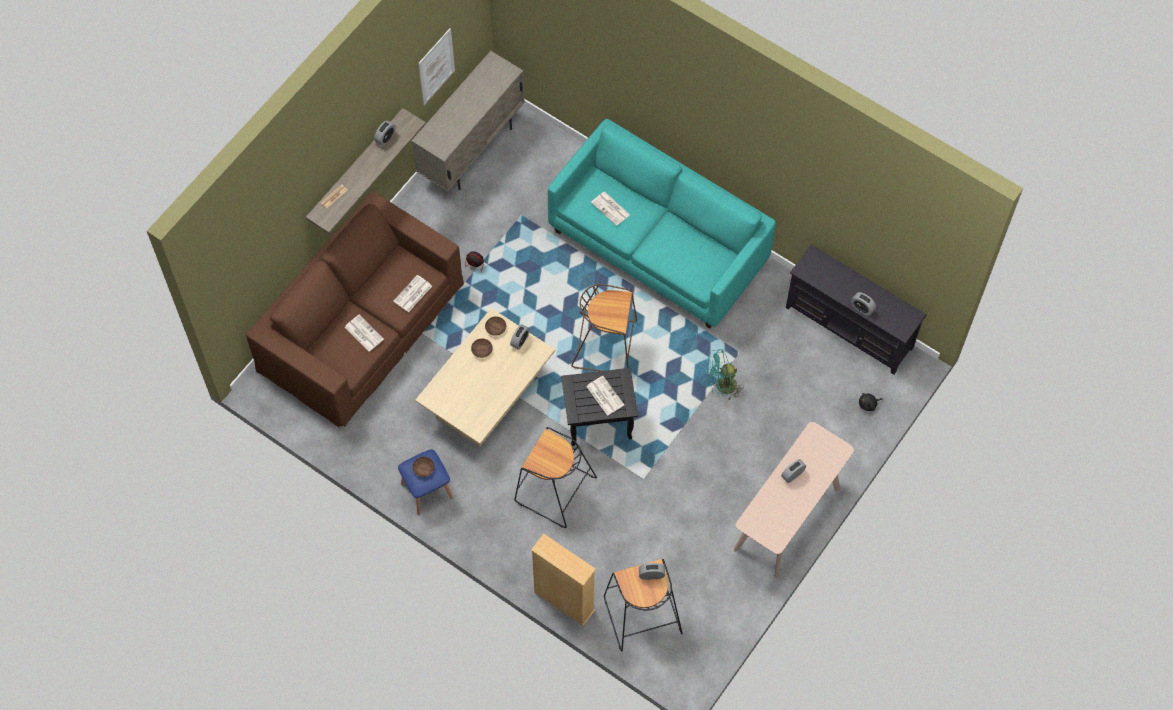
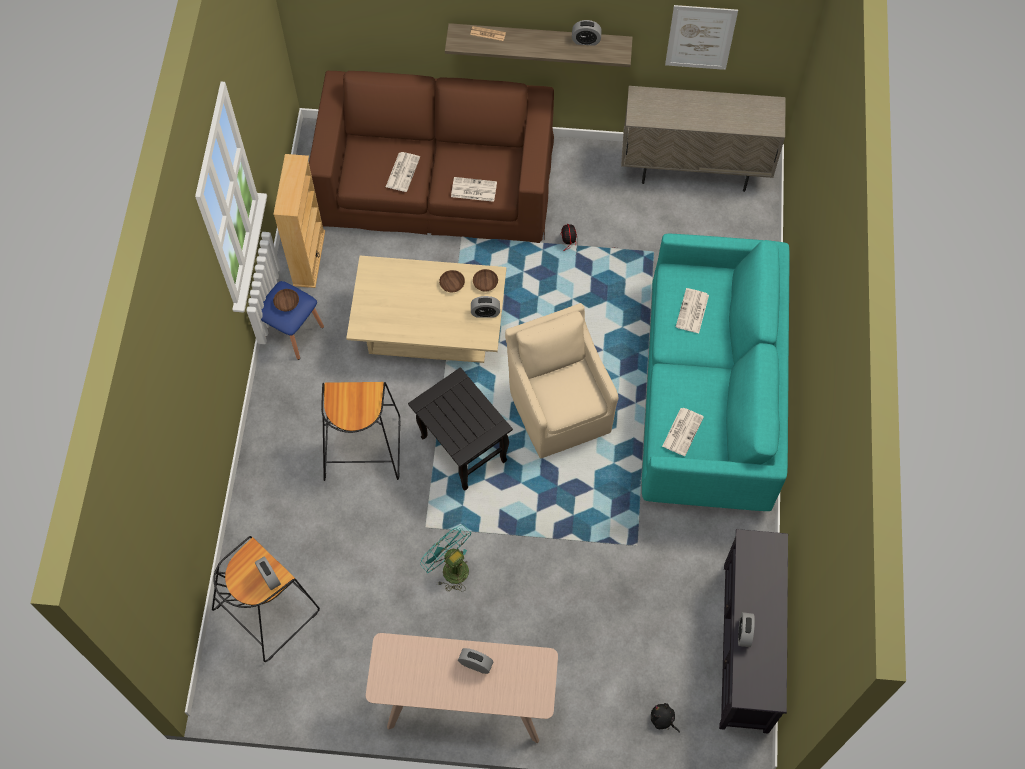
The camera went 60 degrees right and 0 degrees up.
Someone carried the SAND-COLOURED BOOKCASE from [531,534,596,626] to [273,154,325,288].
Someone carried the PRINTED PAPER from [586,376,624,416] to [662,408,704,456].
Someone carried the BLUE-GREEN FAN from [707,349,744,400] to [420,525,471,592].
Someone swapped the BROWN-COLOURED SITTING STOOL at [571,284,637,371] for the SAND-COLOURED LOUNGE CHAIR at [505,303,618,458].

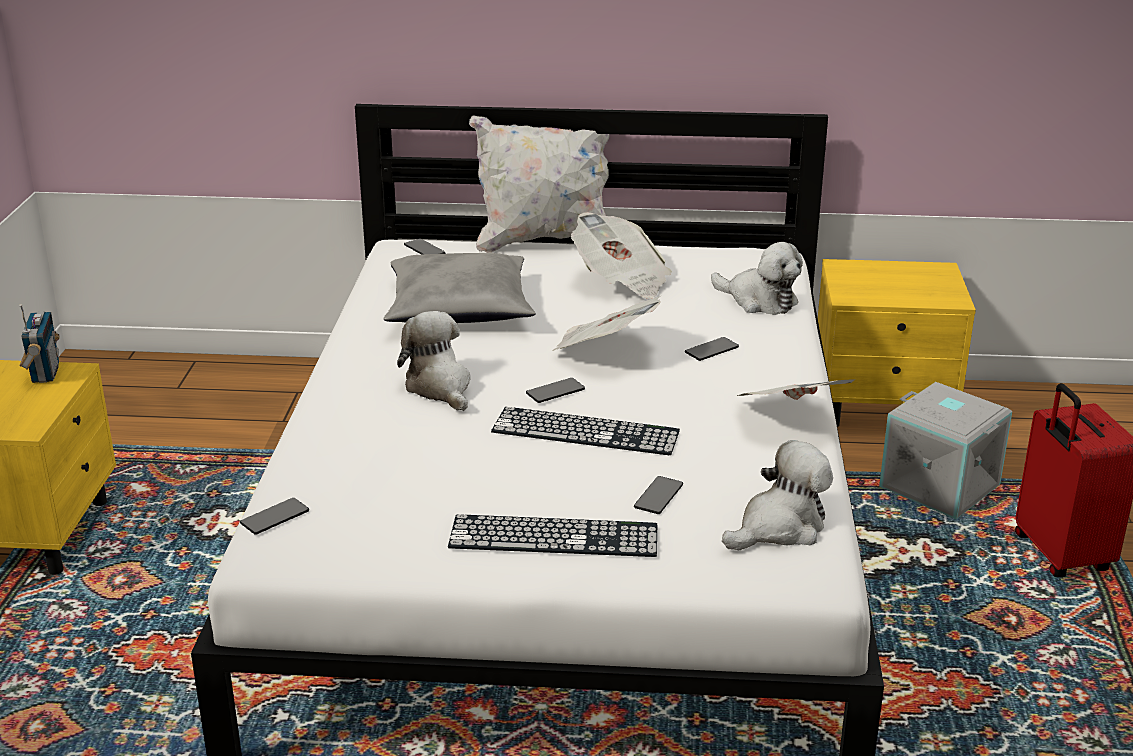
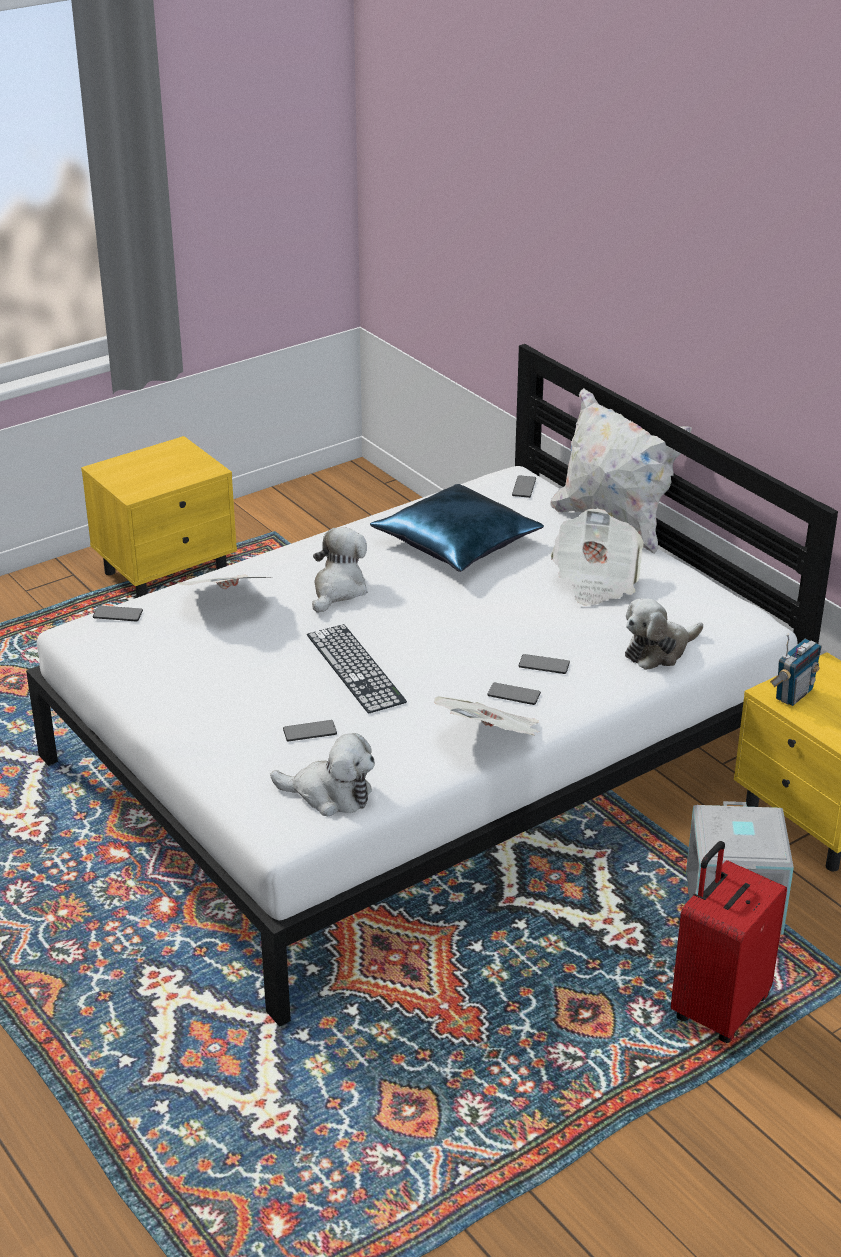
The camera went 50 degrees right and 5 degrees up.
Someone took away the PC KEYBOARD at [448,514,657,557].
Someone carried the RADIO from [19,304,60,383] to [770,634,821,706].
Someone carried the PHONE from [526,378,585,403] to [487,683,541,705].
Someone carried the PRINTED PAPER from [552,296,661,351] to [177,575,272,589].
Someone repainted the GRAY THROW PILLOW at [384,253,536,323], which became the BLUE-COLOURED THROW PILLOW at [370,484,544,572].
Someone rotated the PLUSH TOY at [711,242,803,315] by 60 degrees clockwise.

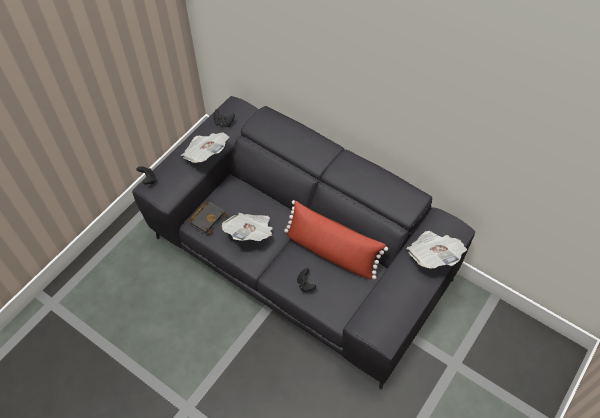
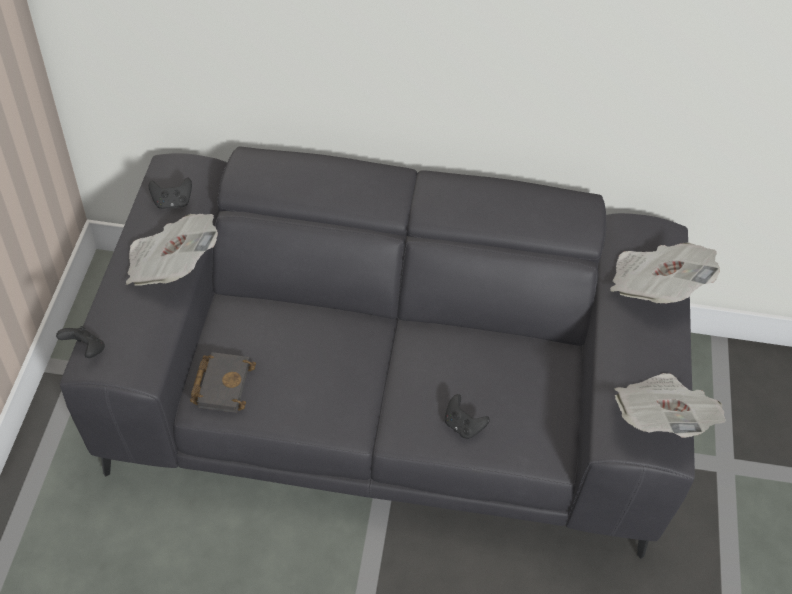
The camera went 30 degrees left and 5 degrees down.
Someone took away the REDDISH THROW PILLOW at [284,200,388,279].
Someone carried the PRINTED PAPER from [222,213,273,241] to [614,373,726,438].

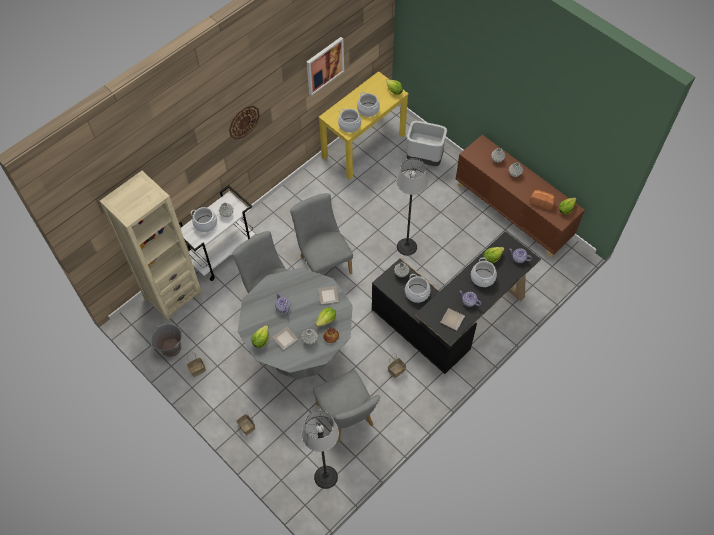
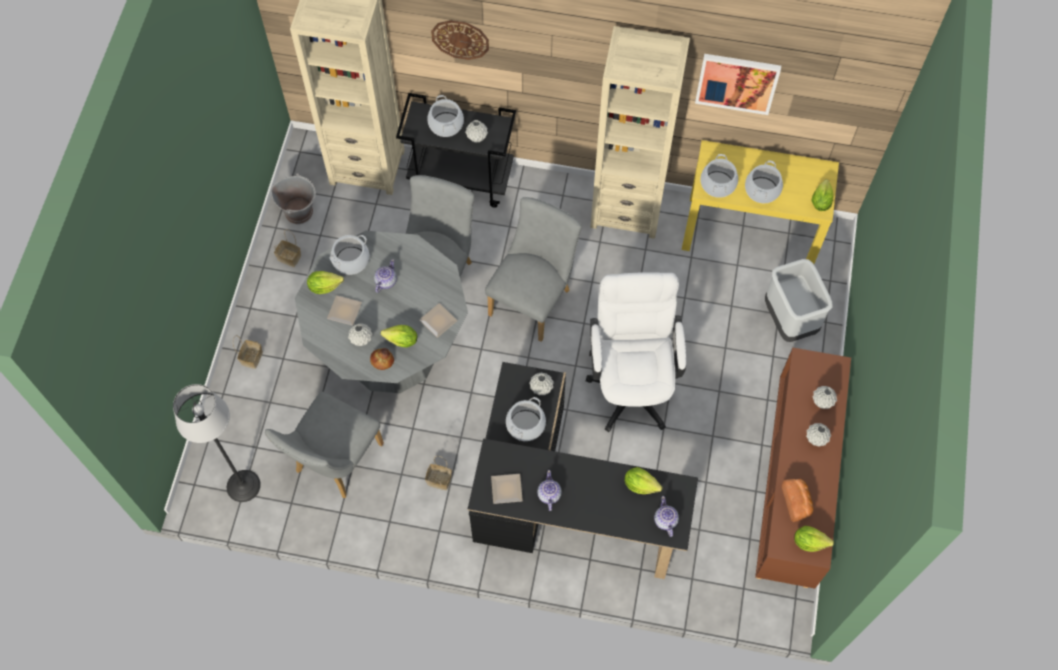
The camera went 55 degrees right and 5 degrees up.
Someone put down the SAND-COLOURED BOOKCASE at [590,26,690,239].
Someone carried the CLOCK ON THE WALL from [229,106,260,139] to [431,20,489,60].
Someone carried the STOCKPOT from [471,258,497,287] to [330,235,369,275].
Someone swapped the STANDARD LAMP at [396,158,428,256] for the WHITISH DESK CHAIR at [586,272,686,432].
Someone repainted the WHITISH WHEELED CART at [179,185,255,281], which became the BLACK-COLOURED WHEELED CART at [396,93,516,208].

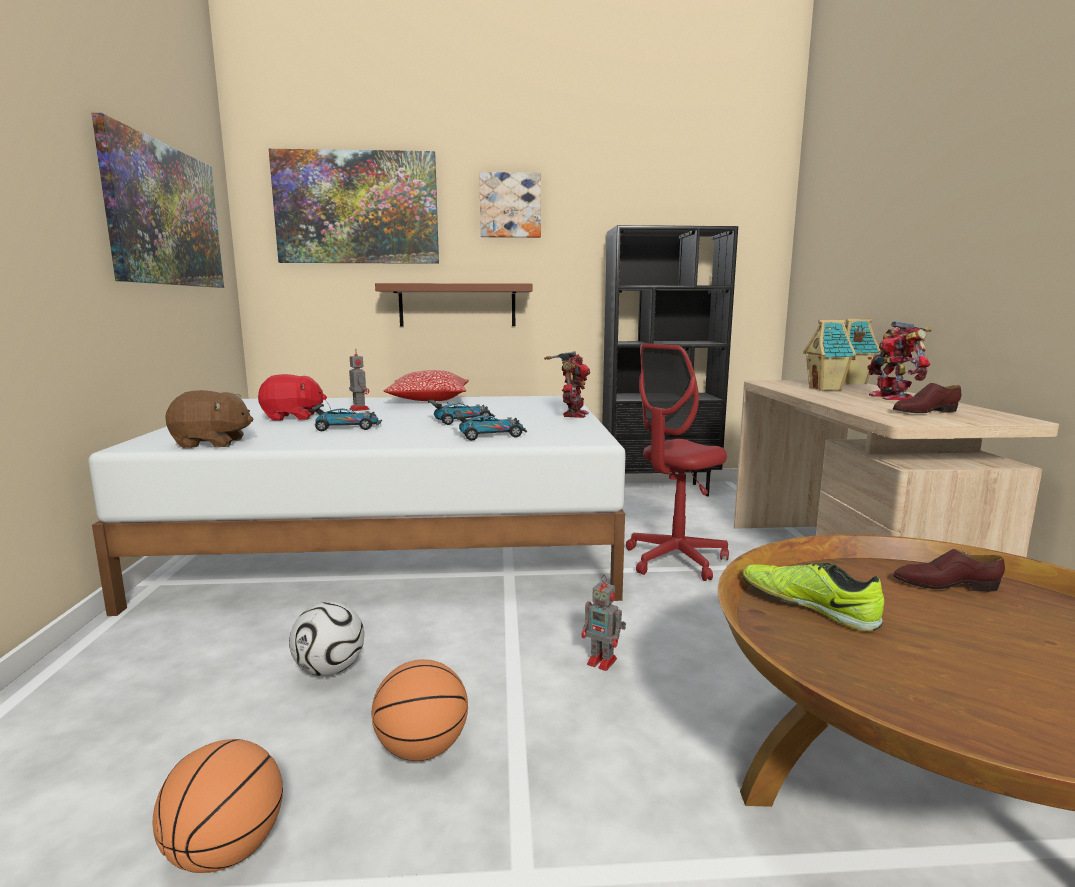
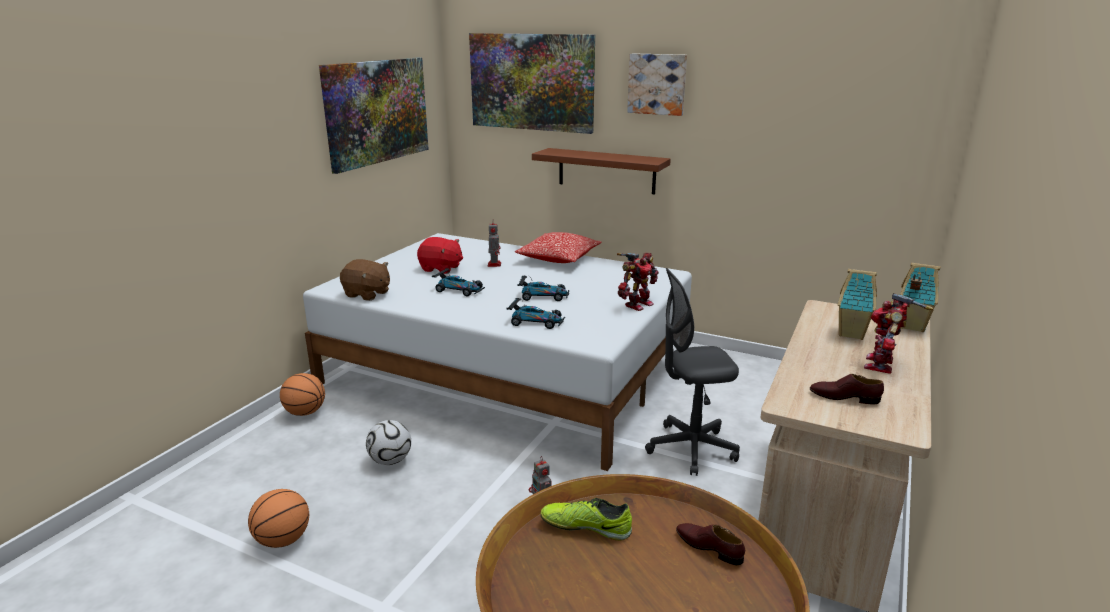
The camera went 30 degrees right and 10 degrees up.
Someone took away the BLACK-COLOURED BOOKCASE at [602,225,738,496].
Someone carried the BASKETBALL from [372,659,468,761] to [280,373,325,416].
Someone repainted the REDDISH DESK CHAIR at [626,343,729,581], which became the GRAY DESK CHAIR at [645,268,740,476].
Someone rotated the ITEM OF FOOTWEAR at [742,563,884,631] by 60 degrees counterclockwise.

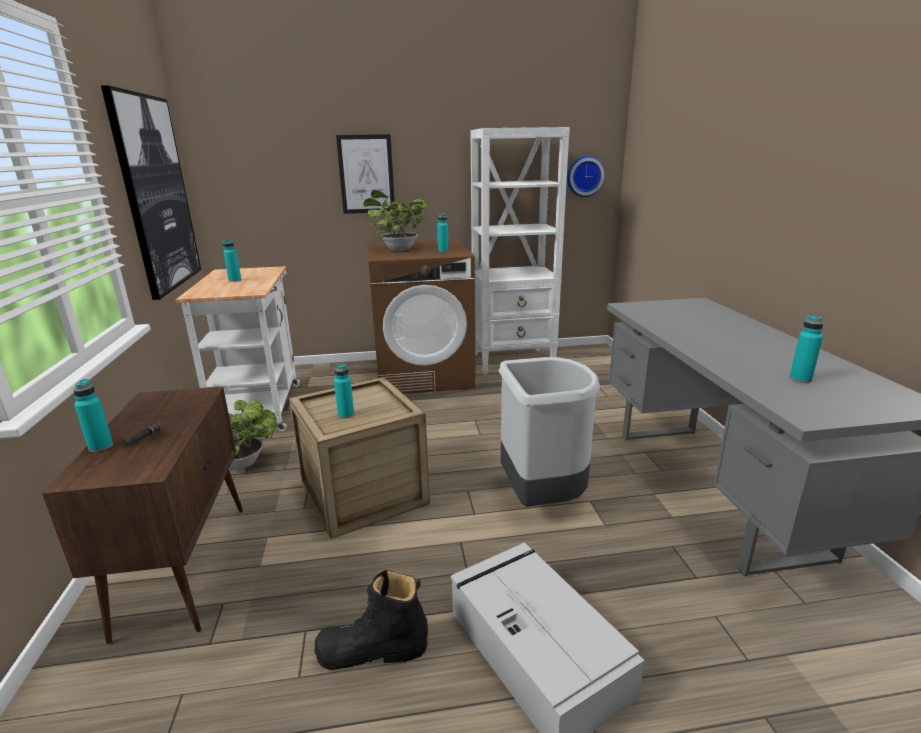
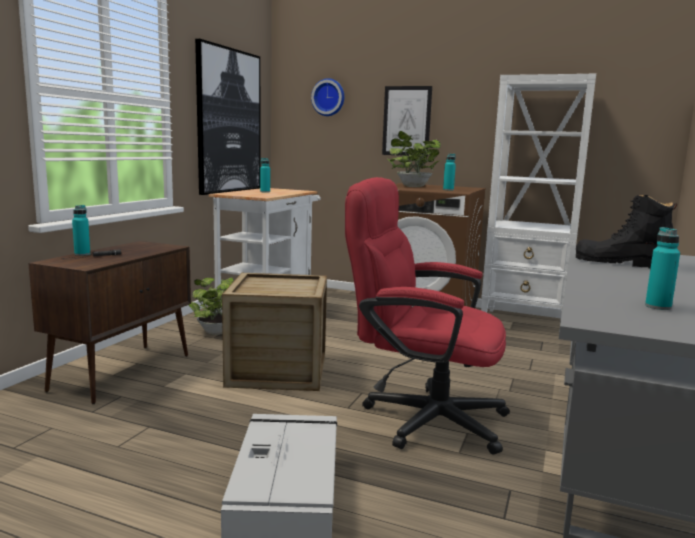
The camera went 30 degrees right and 10 degrees down.
Someone took away the BLUE-GREEN DRINK BOTTLE at [334,364,354,419].
Someone carried the BLACK-COLOURED HIGH-TOP BOOT from [314,570,428,670] to [576,195,677,268].
Someone carried the CLOCK ON THE WALL from [567,156,605,197] to [311,78,344,116].
Someone swapped the GRAY RUBBISH BIN at [499,357,600,507] for the REDDISH DESK CHAIR at [345,177,510,455].

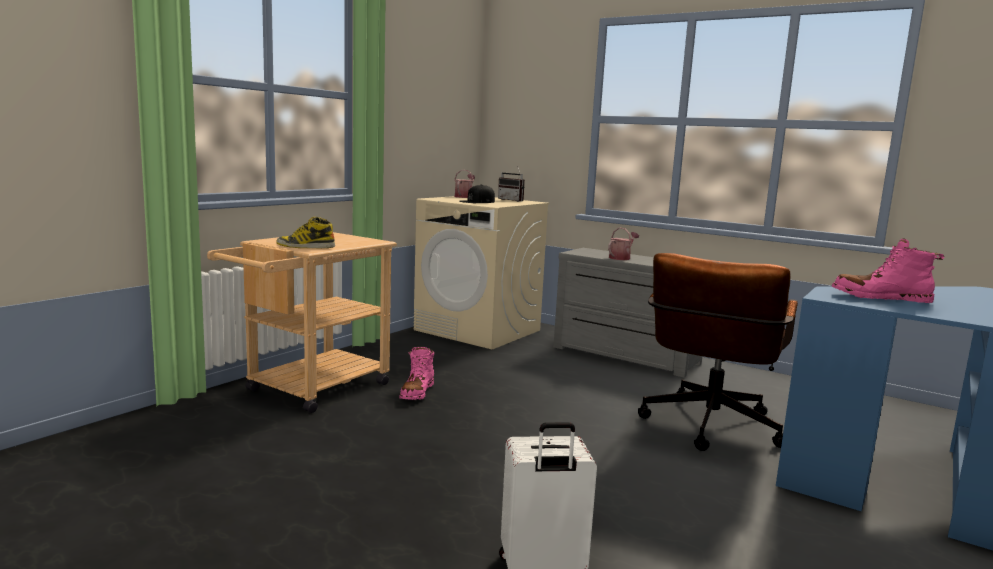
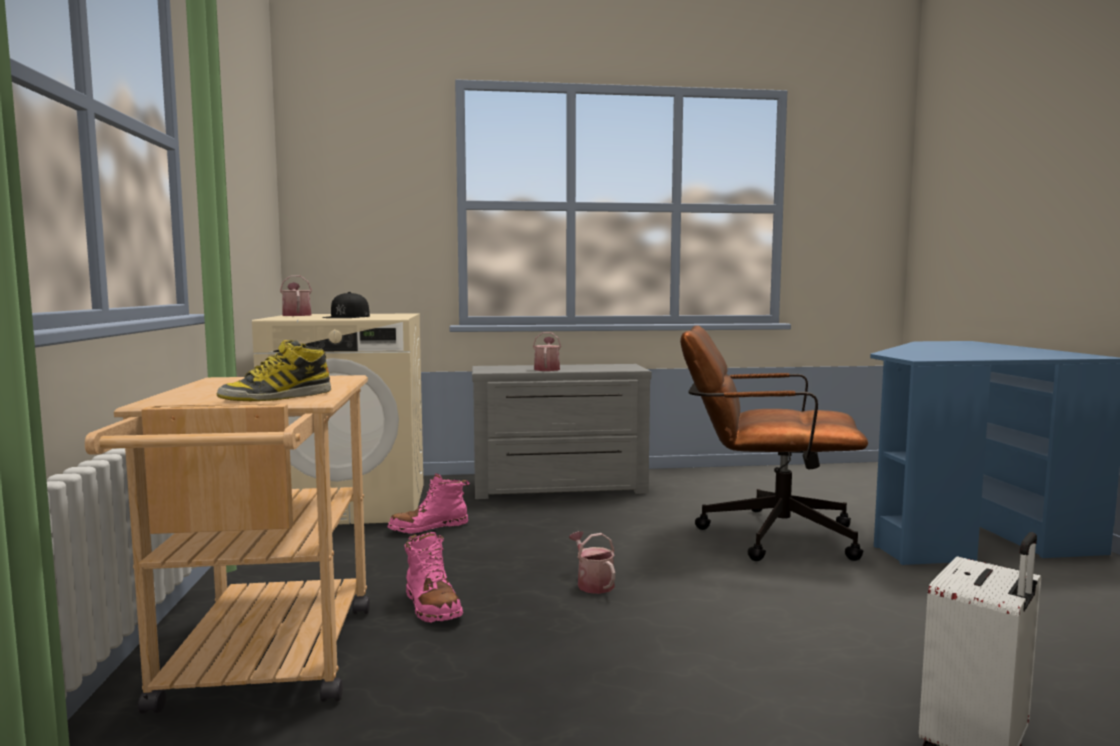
The camera went 40 degrees left and 5 degrees down.
Someone took away the RADIO at [498,166,525,202].
Someone put down the SPRINKLING CAN at [569,531,615,594].
Someone carried the PINK-COLOURED HIGH-TOP BOOT from [832,238,944,303] to [388,473,470,534].
Someone rotated the BROWN-COLOURED DESK CHAIR at [638,253,798,451] by 120 degrees clockwise.

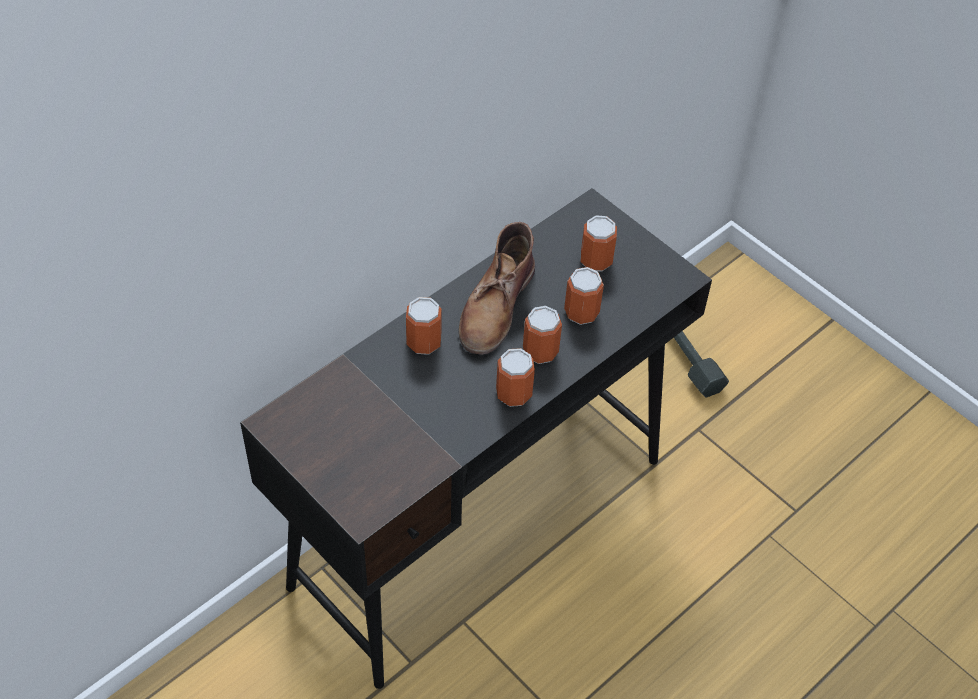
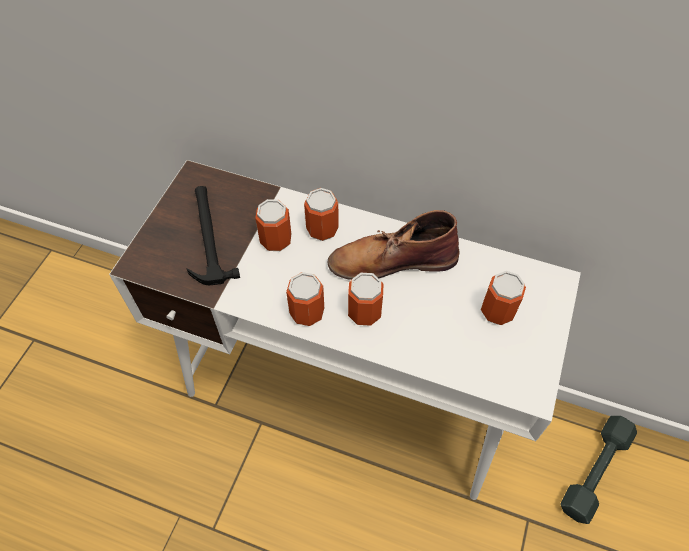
The camera went 65 degrees right and 5 degrees up.
Someone put down the TOOL HAMMER at [186,186,240,285].
Someone carried the SEALED CAN from [564,267,604,325] to [255,199,291,251].
Someone repainted the BLACK-COLOURED DESK UNIT at [240,188,712,689], which became the WHITISH DESK UNIT at [109,160,581,500].

